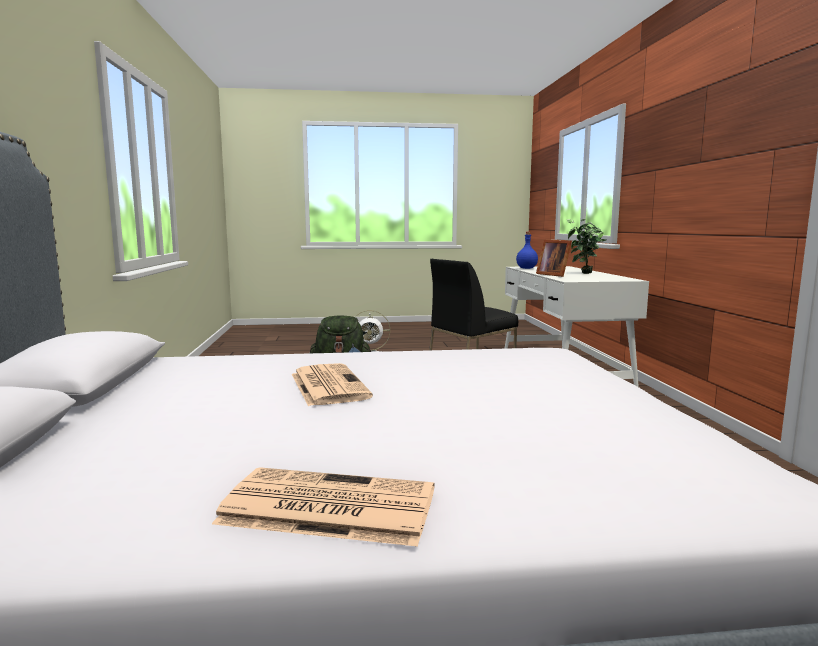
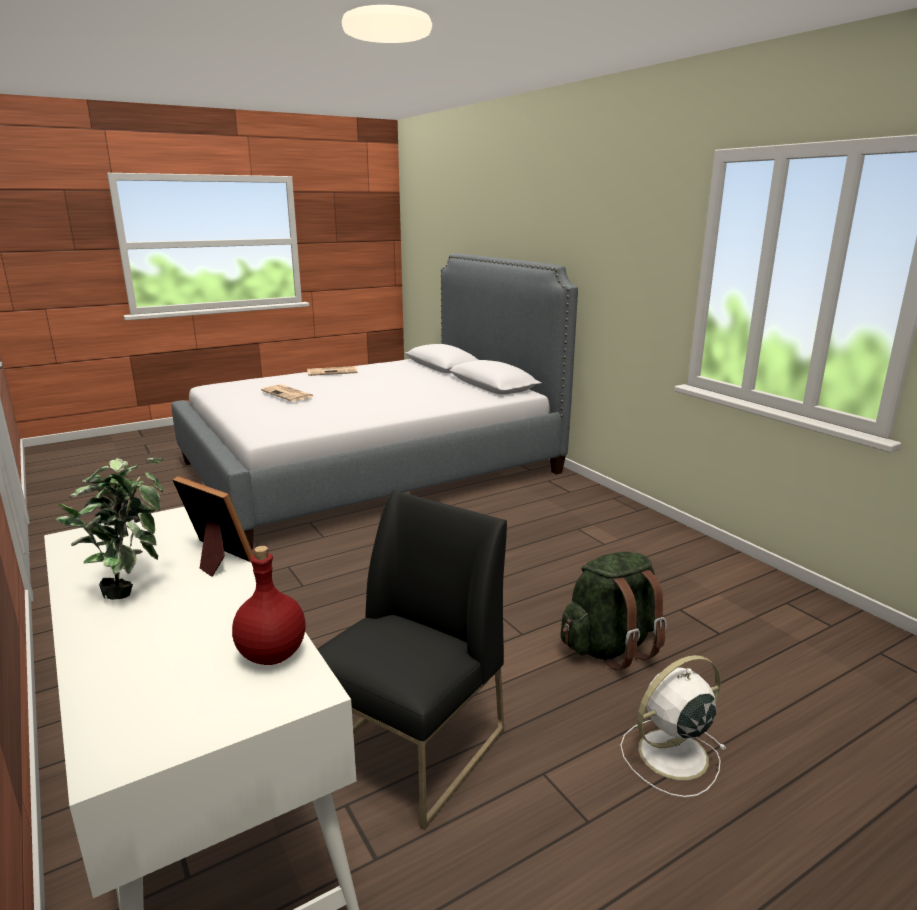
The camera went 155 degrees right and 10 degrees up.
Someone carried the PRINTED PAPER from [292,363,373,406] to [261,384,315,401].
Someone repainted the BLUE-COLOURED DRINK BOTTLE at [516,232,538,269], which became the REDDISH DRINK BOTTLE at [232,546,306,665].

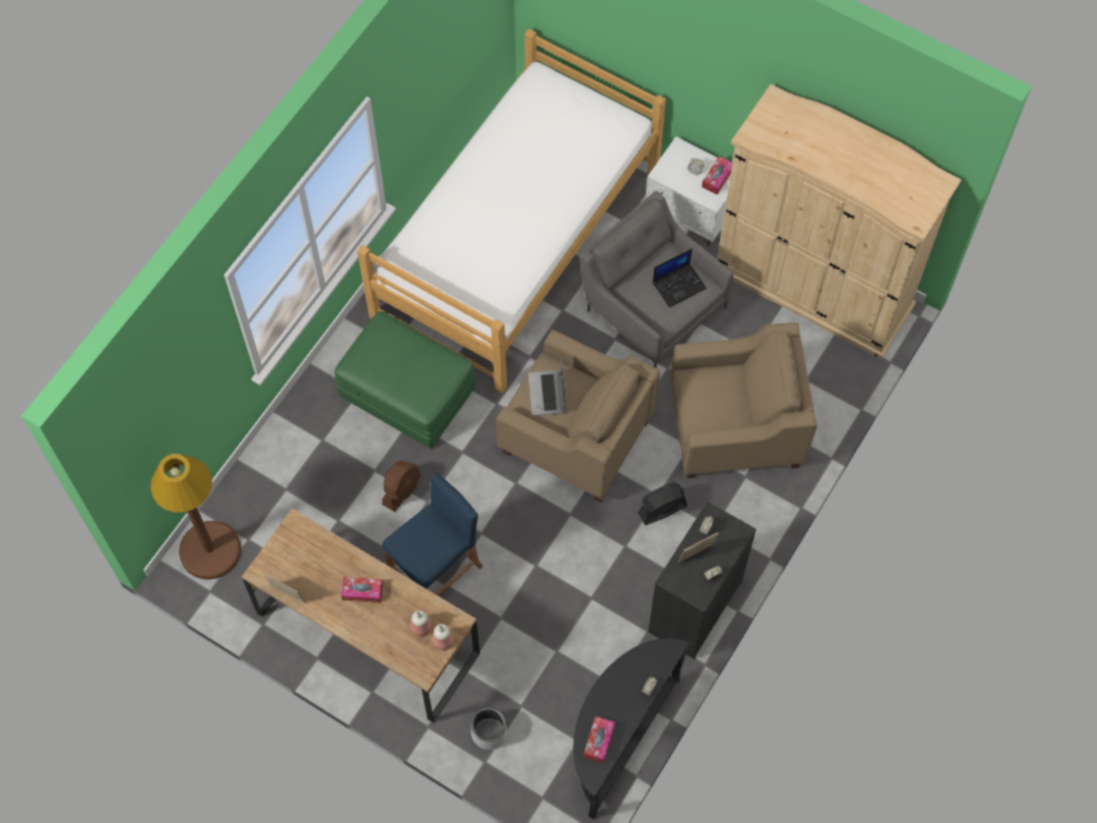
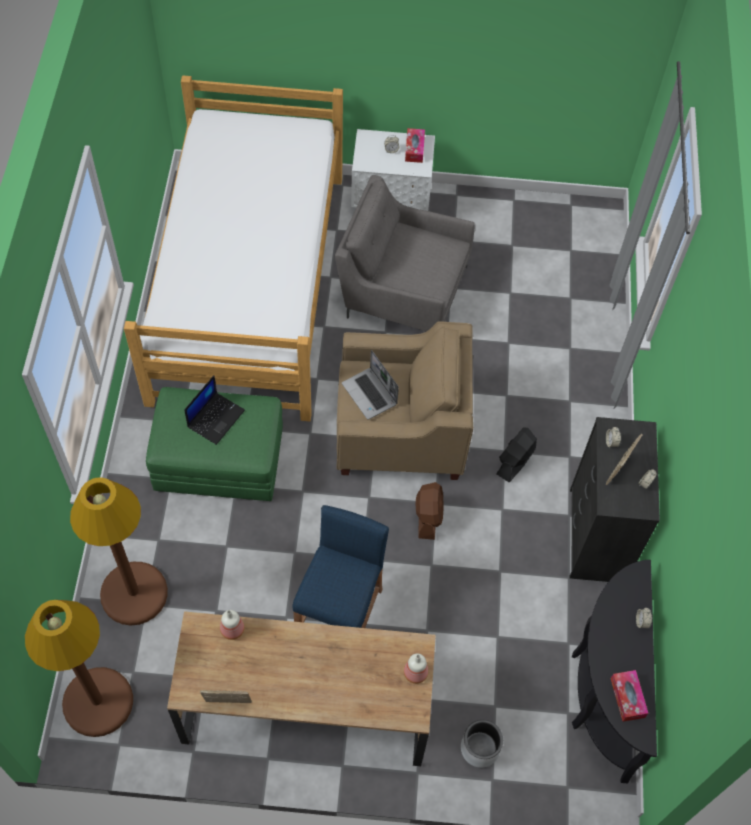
The camera went 30 degrees left and 5 degrees down.
Someone took away the TISSUE HOLDER at [341,577,383,603].
Someone took away the SAND-COLOURED LOUNGE CHAIR at [670,322,817,478].
Someone took away the SAND-COLOURED CLOTHES CUPBOARD at [717,84,961,359].
Someone put down the BROWN-COLOURED STANDARD LAMP at [70,477,168,625].
Someone carried the BROWN-COLOURED FAN from [382,460,421,512] to [416,482,444,540].
Someone carried the DRINK BOTTLE from [410,610,432,636] to [220,610,244,640].
Someone carried the LAPTOP from [653,249,707,308] to [184,375,245,445].

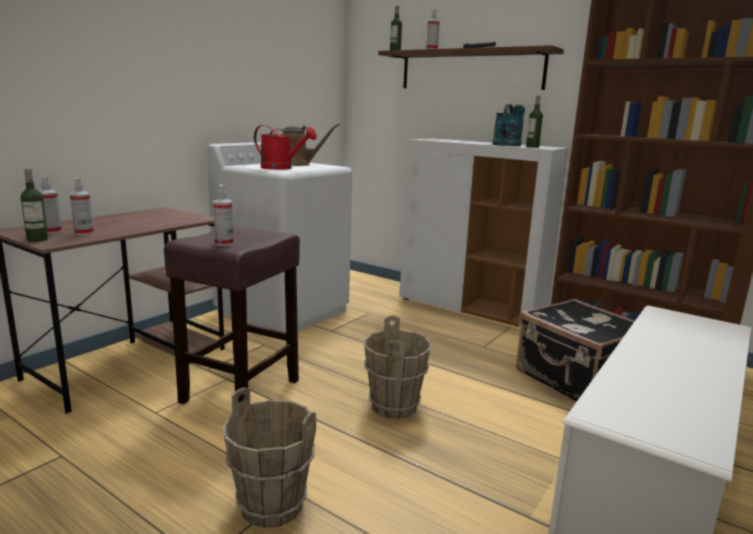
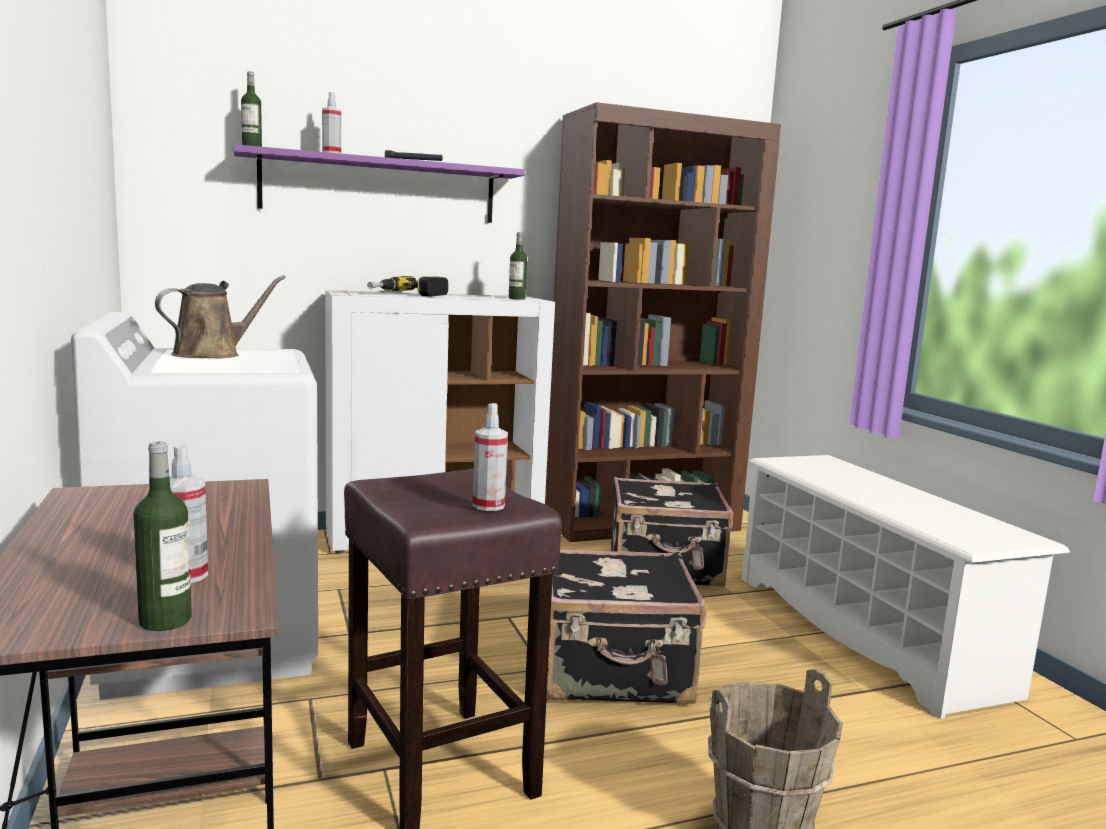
The camera went 55 degrees left and 5 degrees down.
Someone took away the HAND SPRAYER at [39,177,62,234].
Someone took away the REDDISH SPRINKLING CAN at [254,125,317,170].
Someone took away the BLUE-GREEN SPRINKLING CAN at [492,104,525,146].
Someone put down the POWER DRILL at [367,276,448,297].
Someone swapped the BROWN-COLOURED WATER BUCKET at [364,316,432,419] for the BLACK-COLOURED PIECE OF LUGGAGE at [547,549,707,704].
Someone repainted the BROWN-COLOURED SHELF at [378,45,564,90], which became the PURPLISH SHELF at [233,144,525,223].

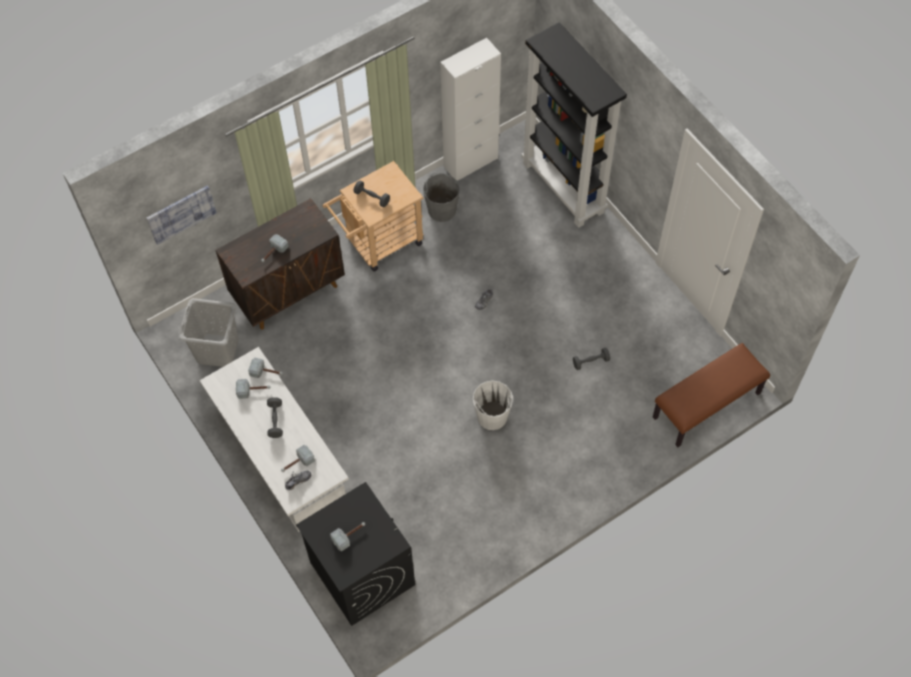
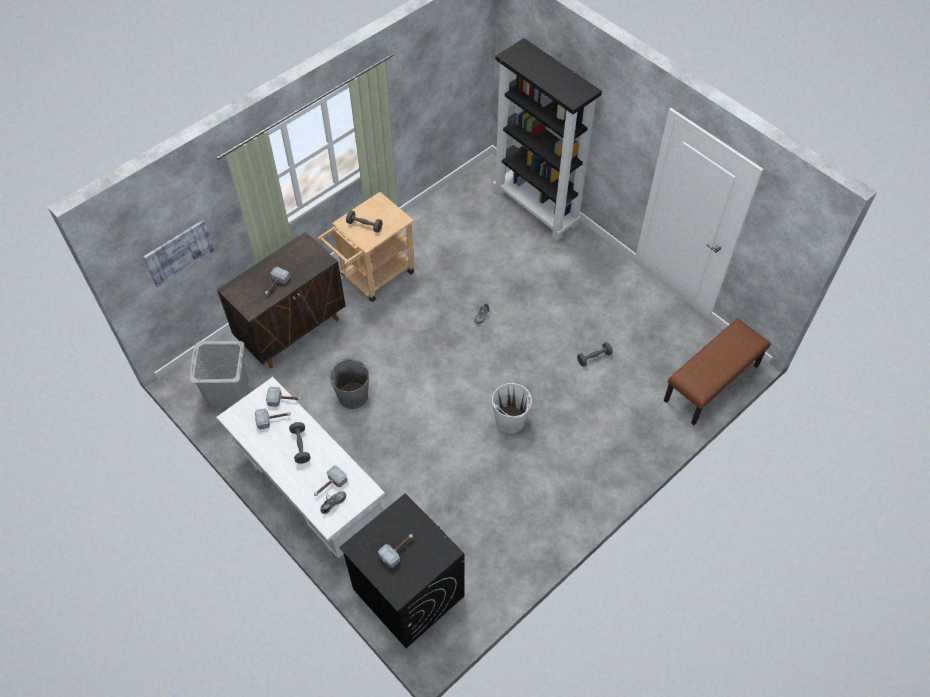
The camera went 10 degrees left and 5 degrees down.
Someone took away the WHITISH CABINET at [440,38,501,181].
Someone carried the GRAY WATER BUCKET from [423,173,460,222] to [330,358,369,409].

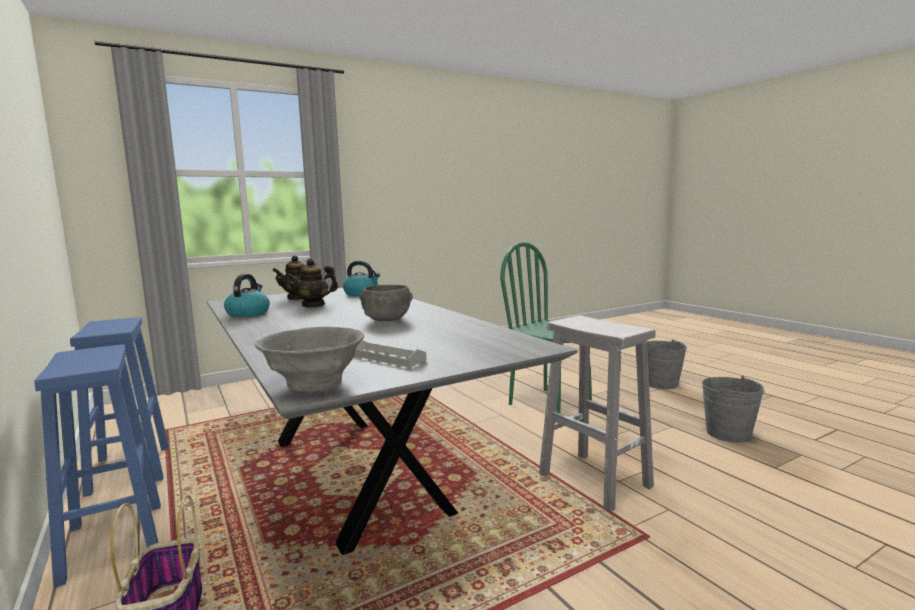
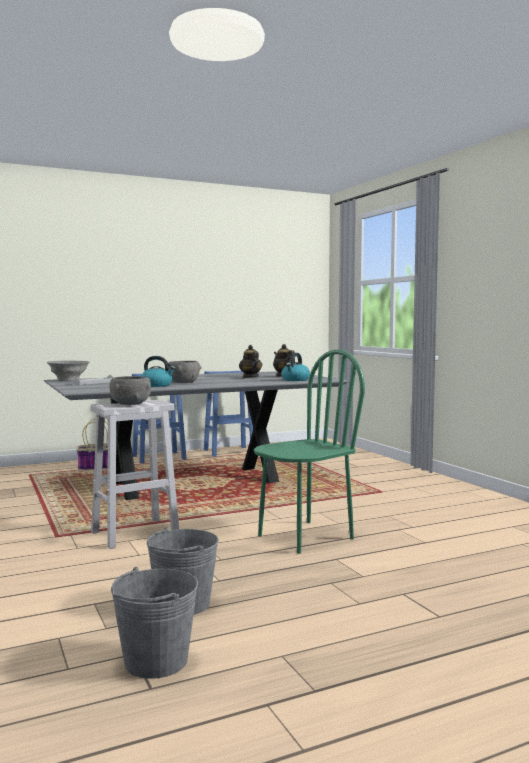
The camera went 95 degrees right and 5 degrees down.
Someone put down the GRAY SERVING BOWL at [109,376,151,405].
Someone carried the WATER KETTLE from [224,274,270,317] to [141,356,176,387].
Someone carried the GRAY WATER BUCKET from [647,339,687,389] to [111,567,198,679].

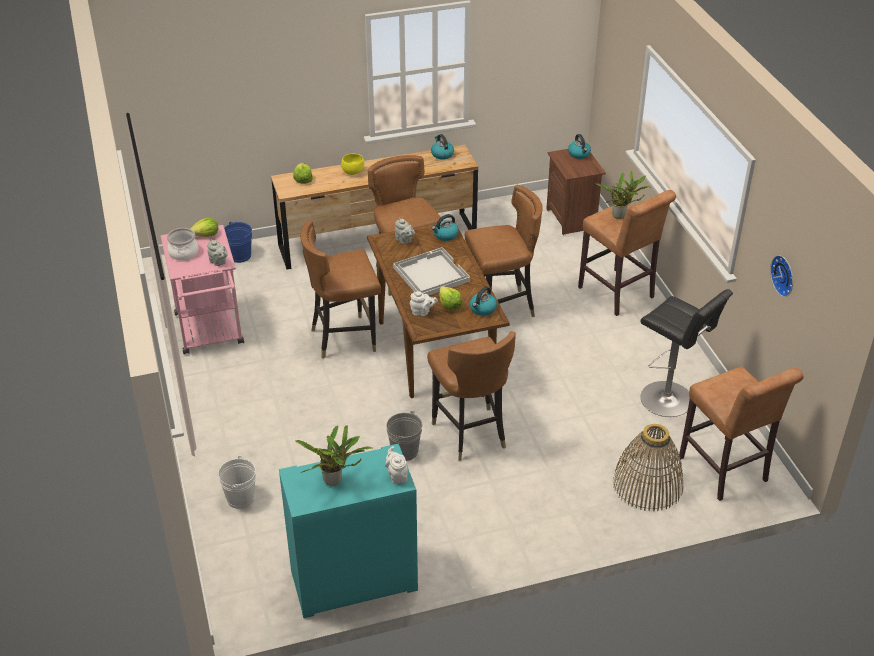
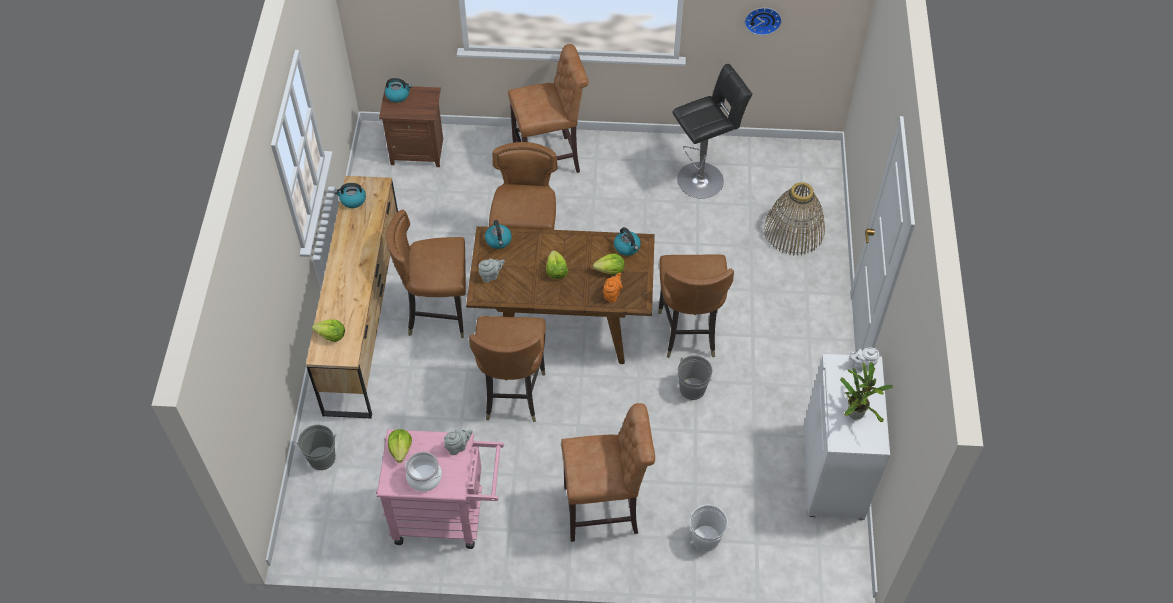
The camera went 70 degrees left and 15 degrees up.
Someone took away the YELLOW SERVING BOWL at [341,154,364,175].
Someone took away the HOUSEPLANT at [595,171,649,219].
Someone carried the BROWN-COLOURED SITTING STOOL from [679,366,803,501] to [561,403,655,542].
Someone swapped the WHITISH TRAY at [393,247,470,296] for the HEAD OF LETTUCE at [546,250,568,279].
Someone repainted the BLUE-COLOURED WATER BUCKET at [224,222,252,263], which became the GRAY WATER BUCKET at [295,425,336,470].
Someone repainted the BLUE-GREEN CABINET at [279,444,418,618], which became the WHITISH CABINET at [804,354,890,520].
Someone repainted the WHITISH TEAPOT at [410,291,438,316], which became the ORANGEY TEAPOT at [603,273,623,303].
Someone rotated the BROWN-COLOURED PLAIN CHAIR at [427,331,516,461] by 90 degrees clockwise.

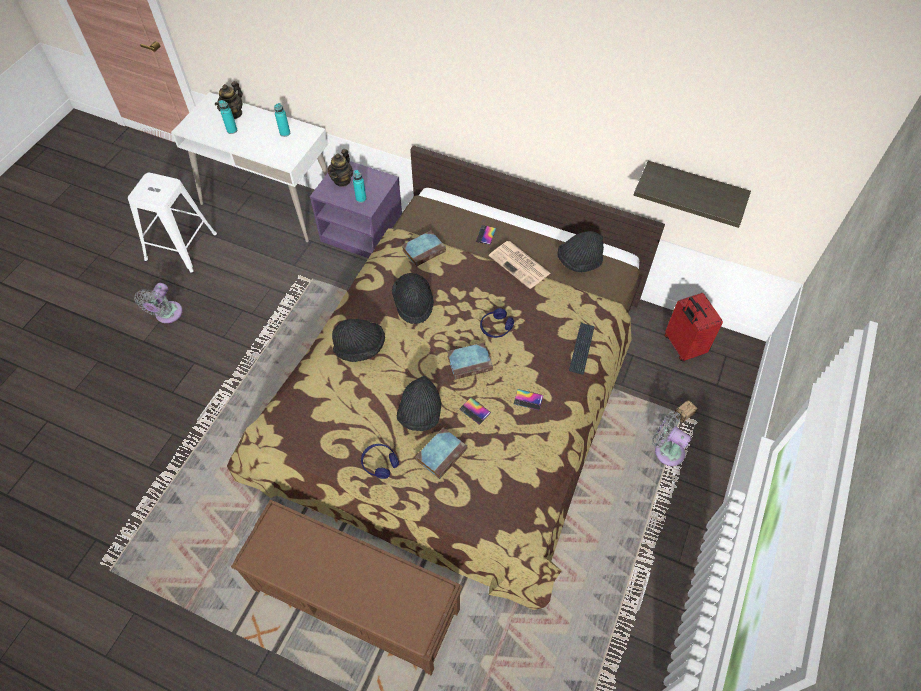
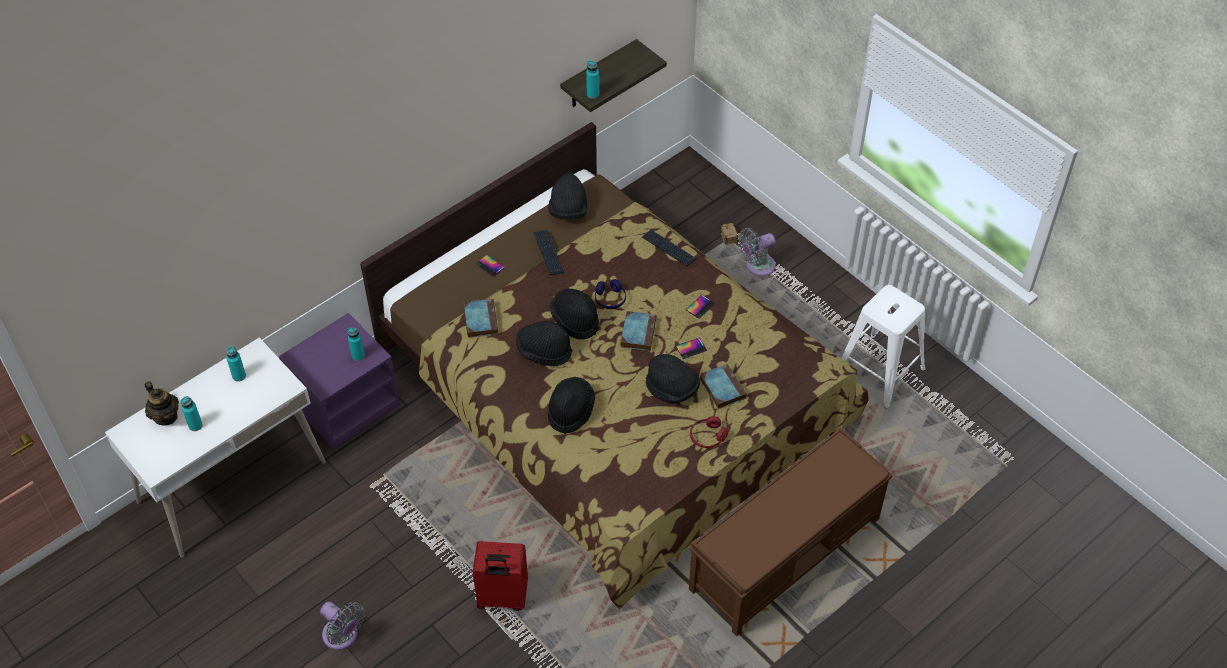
The camera went 65 degrees left and 5 degrees down.
Someone took away the TEAPOT at [328,149,353,187].
Someone put down the BLACK-COLOURED HAT at [550,289,599,340].
Someone put down the BLUE-GREEN DRINK BOTTLE at [586,61,599,99].
Someone carried the WHITISH SITTING STOOL from [128,173,217,273] to [841,285,926,408].
Someone carried the REDDISH PIECE OF LUGGAGE from [665,293,723,362] to [473,541,528,611].
Someone swapped the PRINTED PAPER at [489,241,551,289] for the PC KEYBOARD at [533,230,564,275].
Someone repainted the BLUE-COLOURED PAIR OF HEADPHONES at [361,444,399,479], which became the REDDISH PAIR OF HEADPHONES at [690,416,728,448].

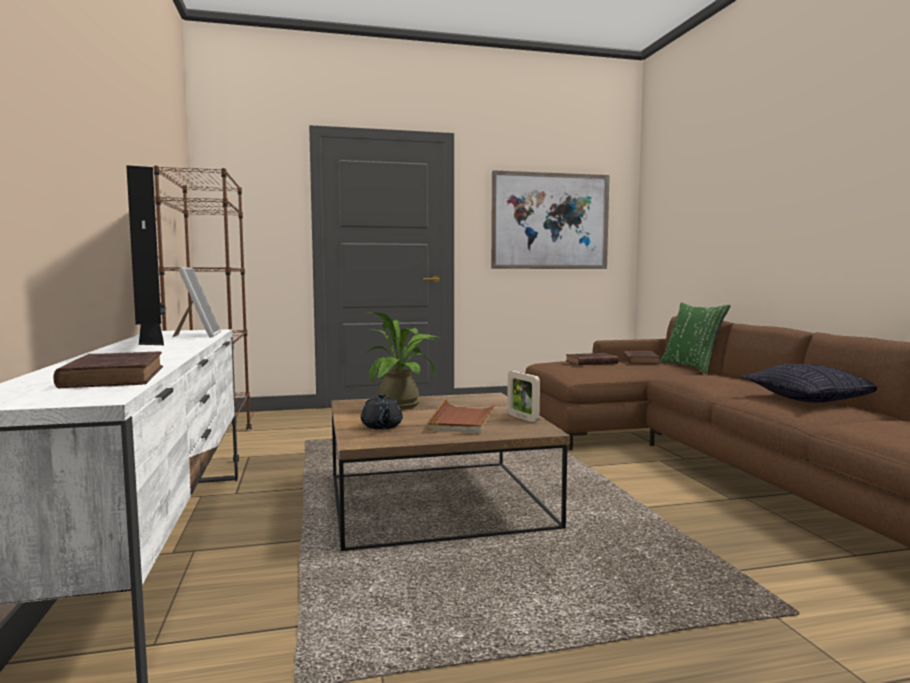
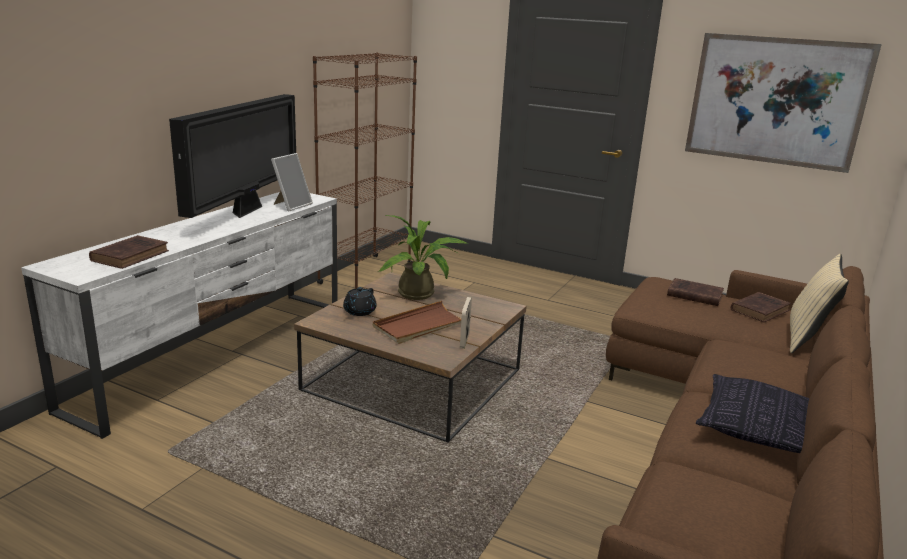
The camera went 40 degrees right and 15 degrees up.
Someone repainted the GREEN-COLOURED THROW PILLOW at [660,302,731,373], which became the SAND-COLOURED THROW PILLOW at [790,254,849,353].

